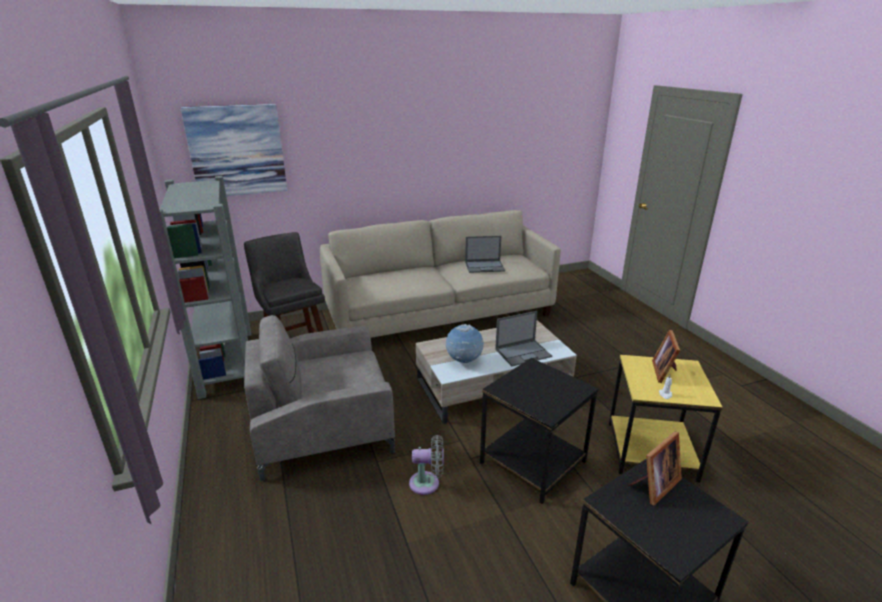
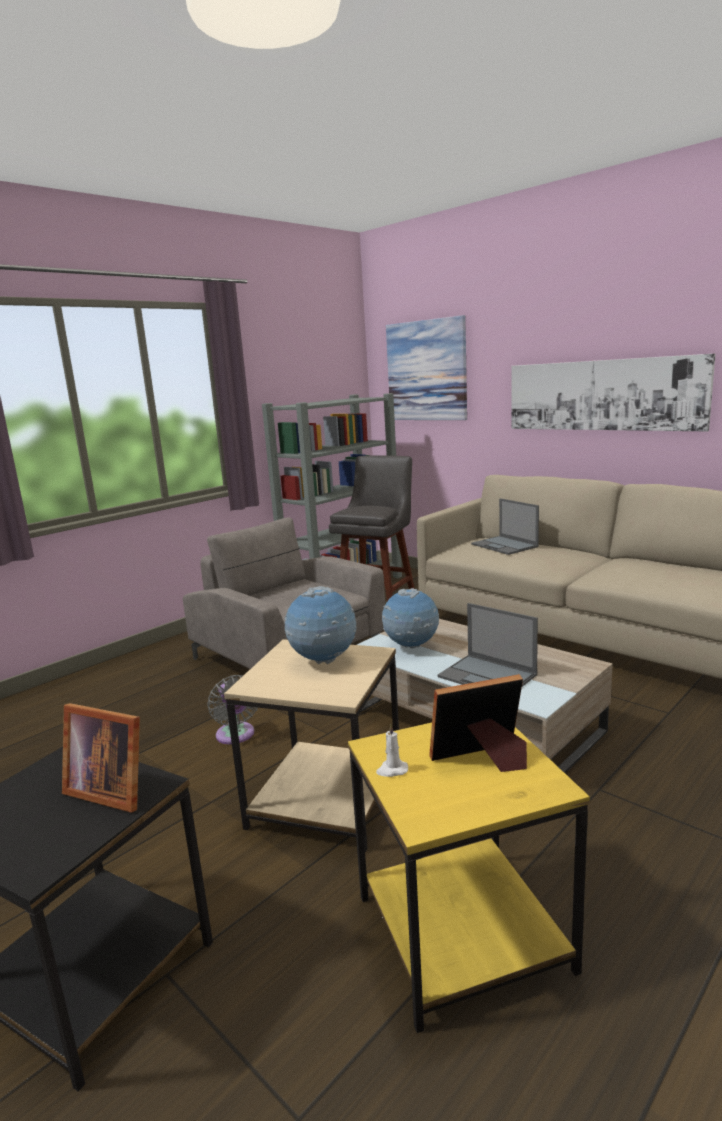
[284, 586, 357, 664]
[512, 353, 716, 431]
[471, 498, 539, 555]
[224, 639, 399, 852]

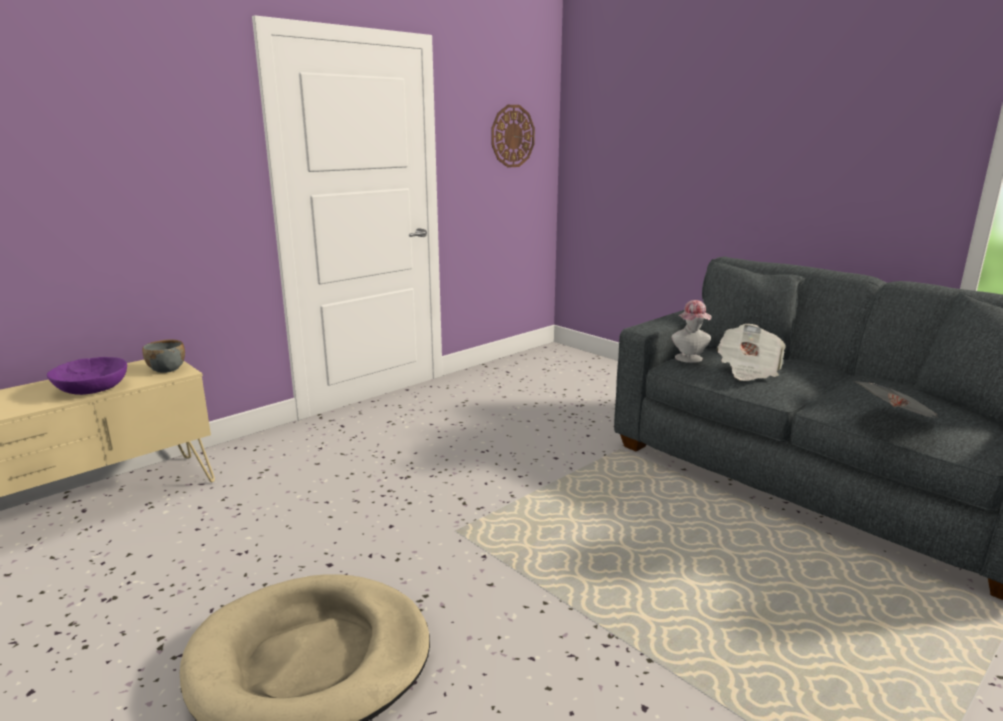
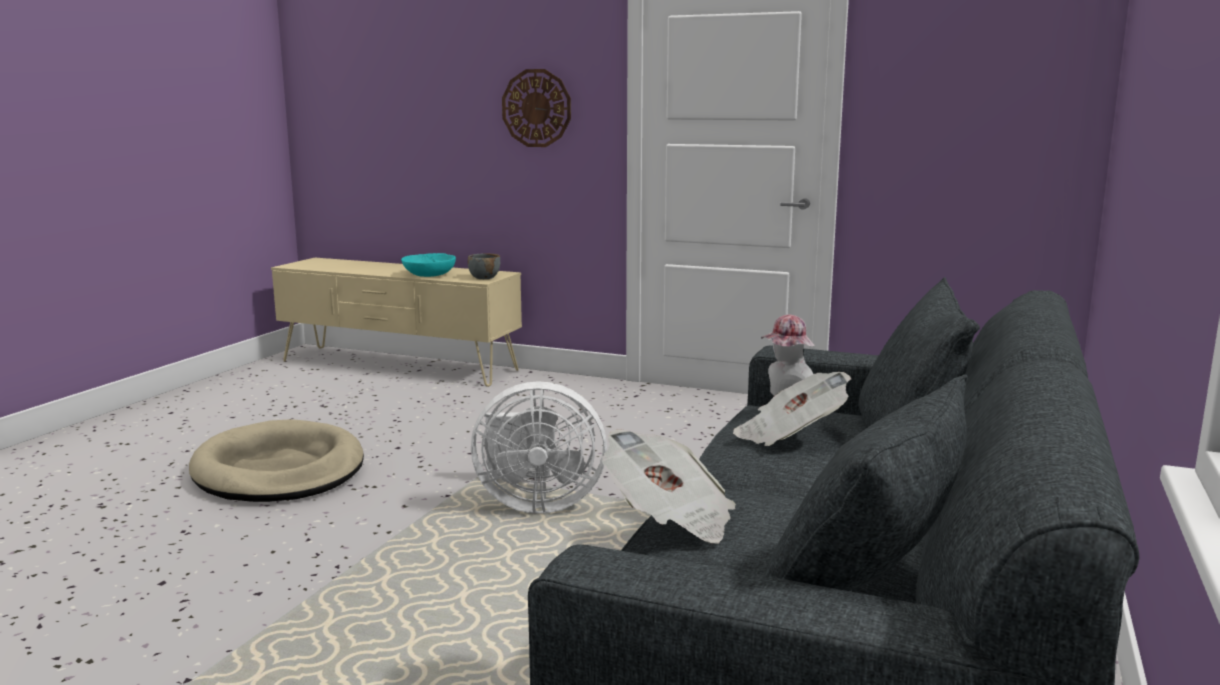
[471, 381, 607, 514]
[502, 69, 571, 147]
[401, 253, 456, 277]

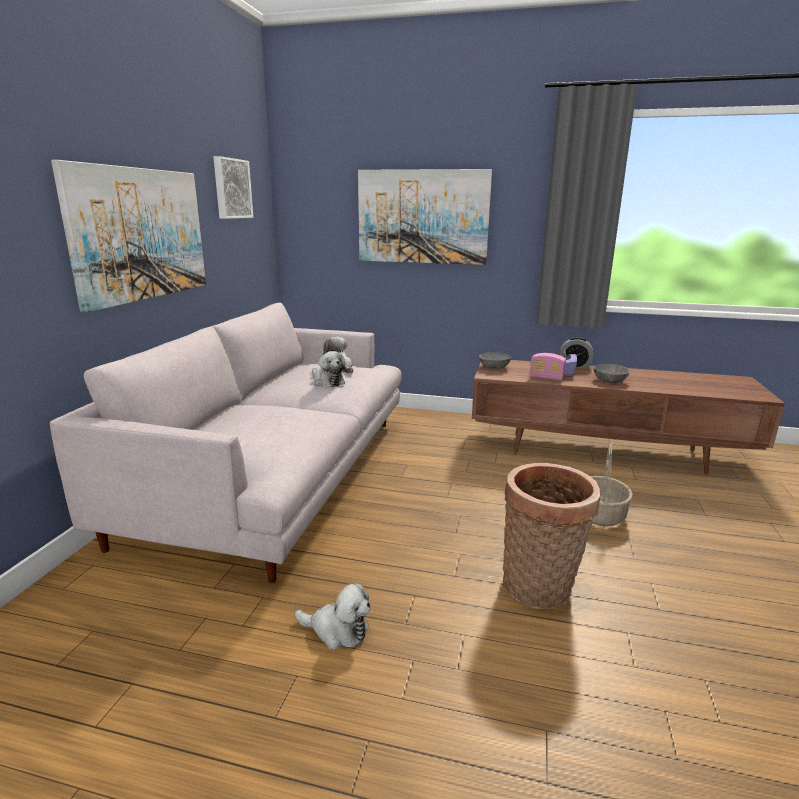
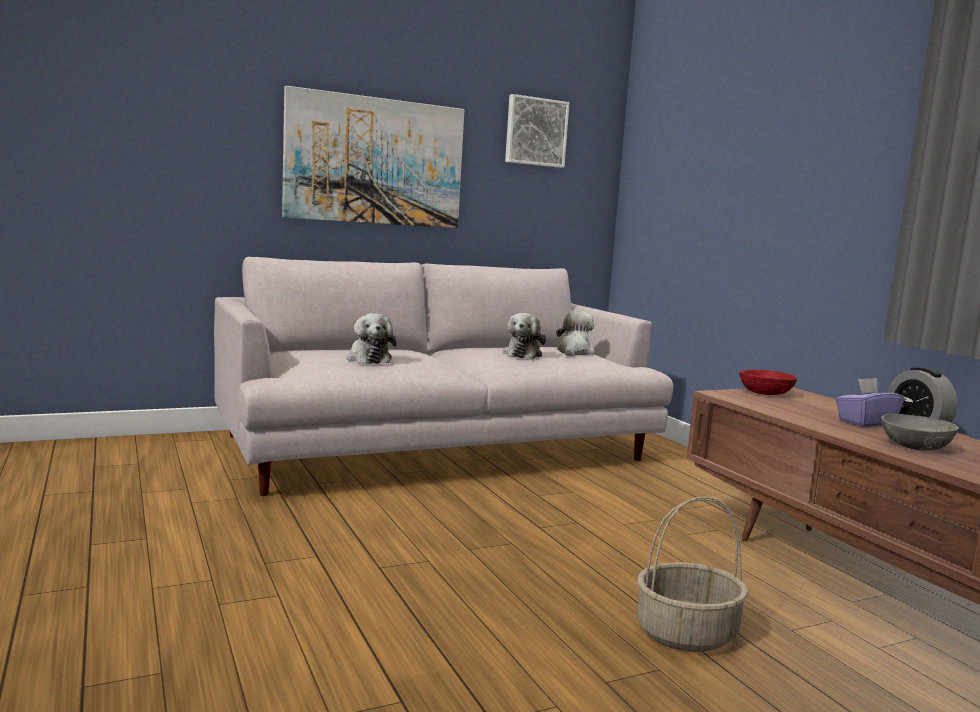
[358, 169, 492, 265] (first image)
[503, 463, 600, 609] (first image)
[530, 353, 566, 380] (first image)
[347, 313, 397, 364]
[739, 370, 797, 395]

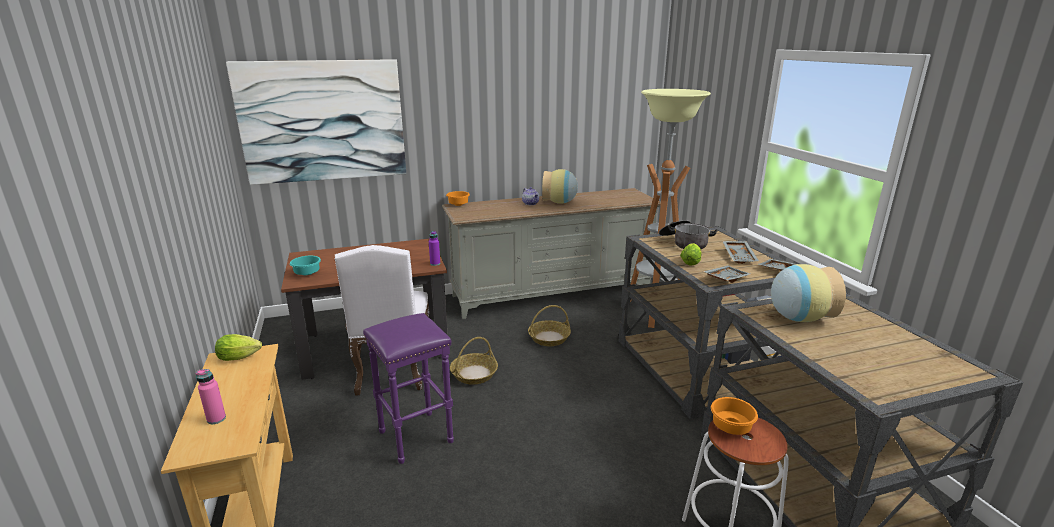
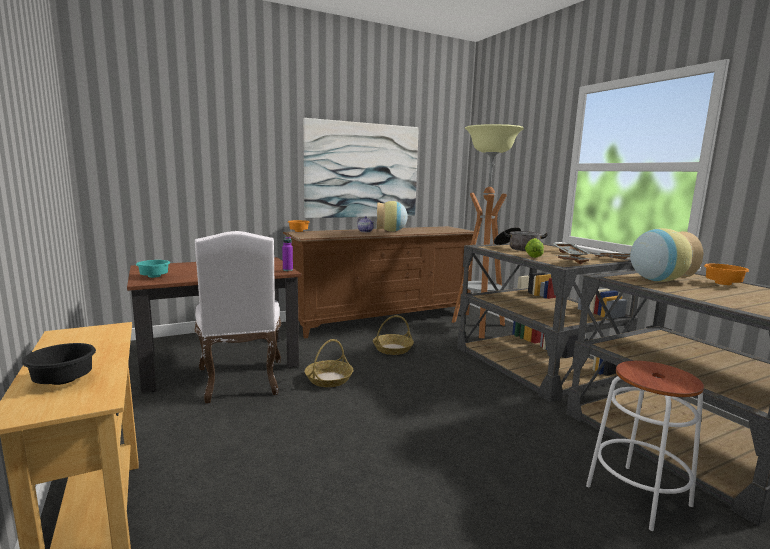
[215, 334, 262, 361] (first image)
[363, 313, 454, 464] (first image)
[303, 118, 419, 218]
[704, 264, 749, 285]
[22, 343, 96, 385]
[283, 226, 480, 338]

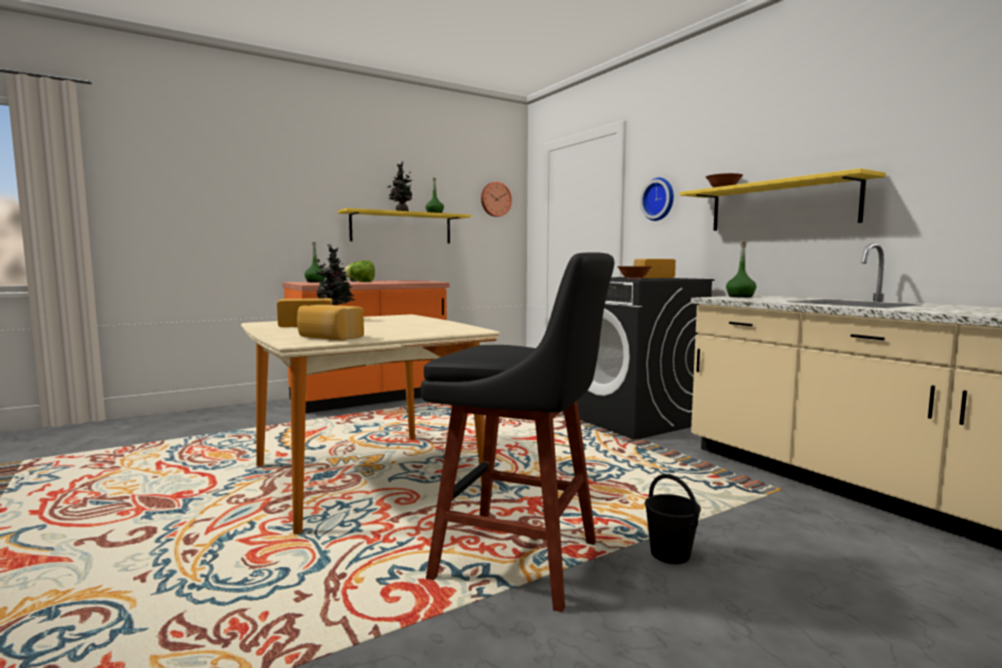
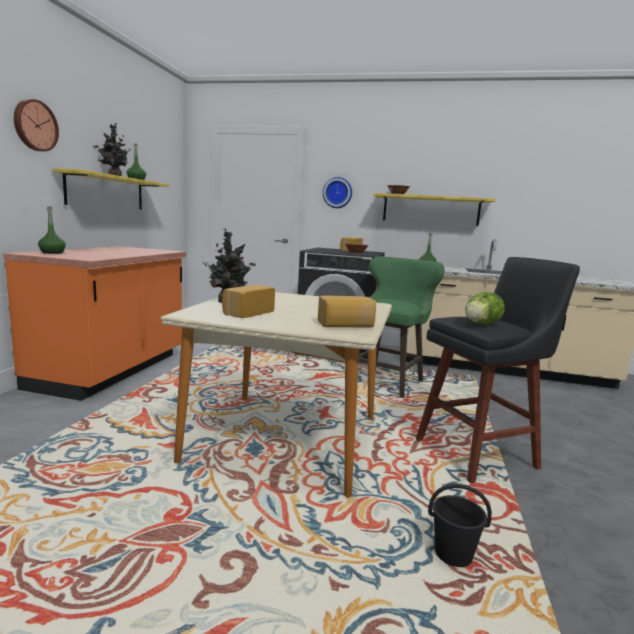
[359, 256, 445, 398]
[465, 292, 505, 325]
[14, 99, 59, 152]
[428, 484, 492, 567]

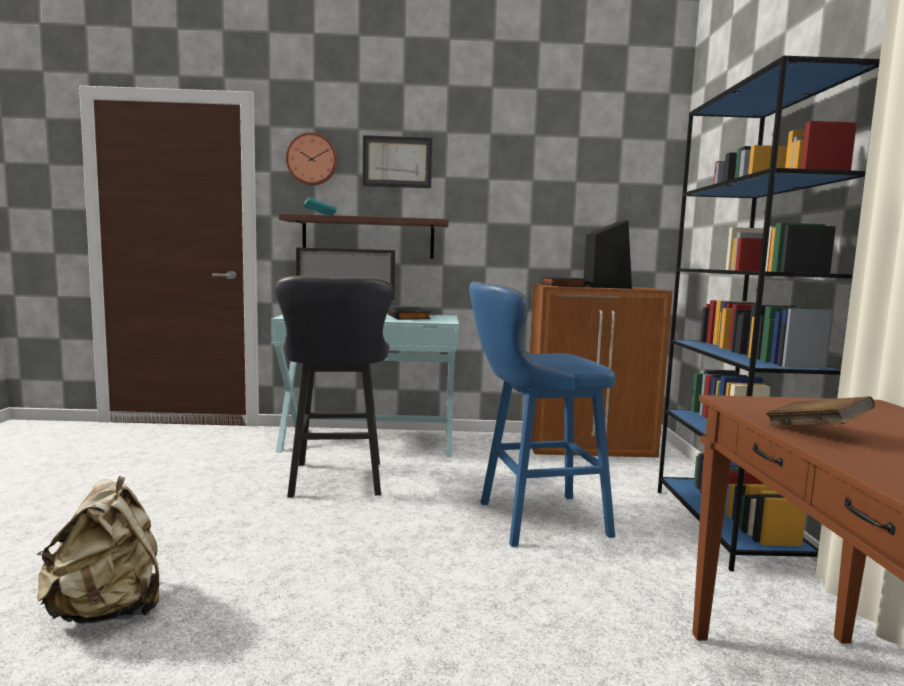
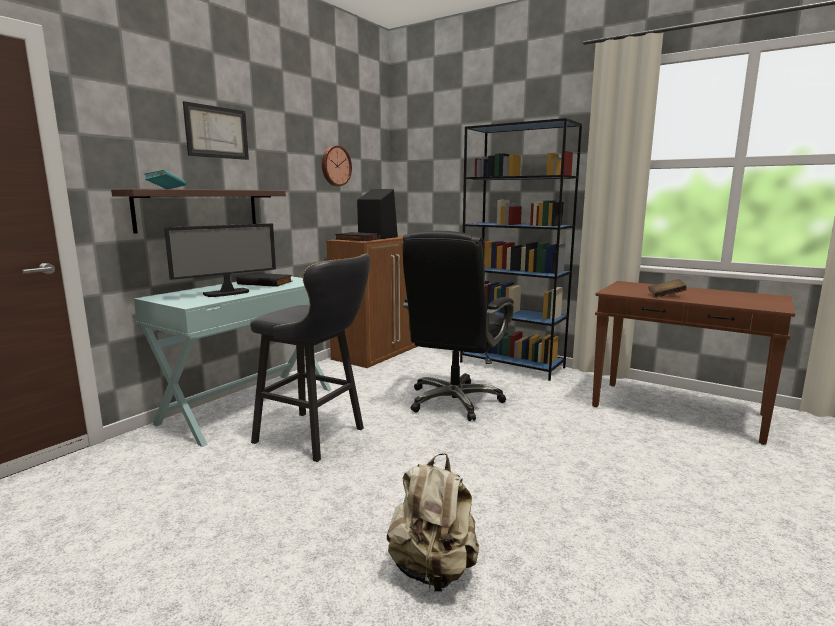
[322, 146, 352, 186]
[402, 231, 514, 421]

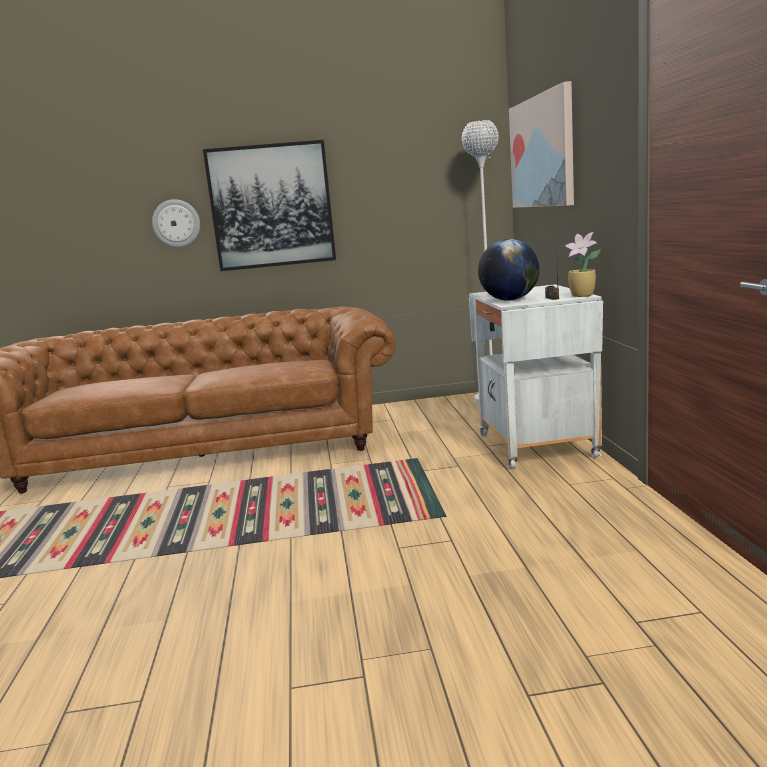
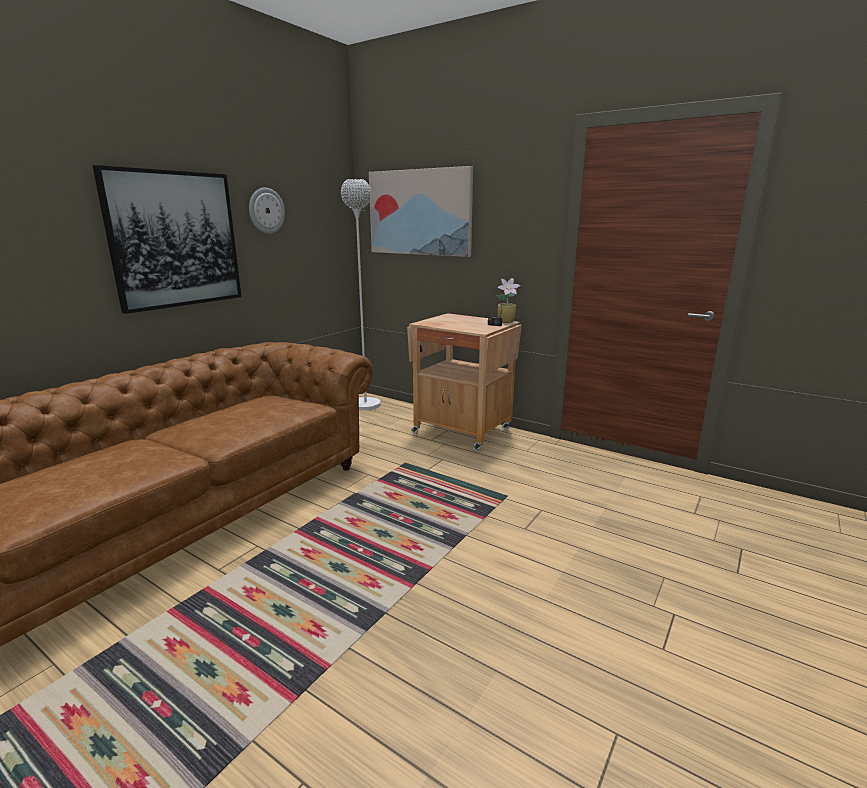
[478, 239, 540, 301] (first image)
[249, 187, 285, 234]
[407, 313, 522, 451]

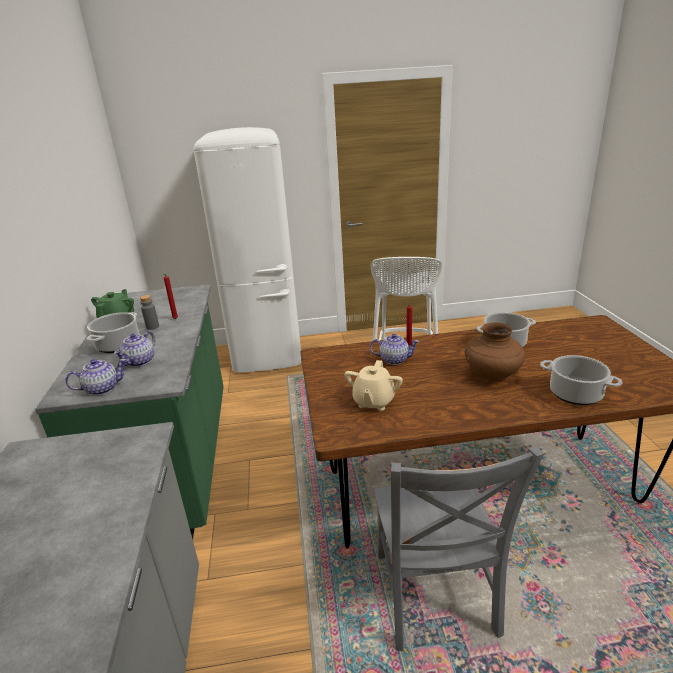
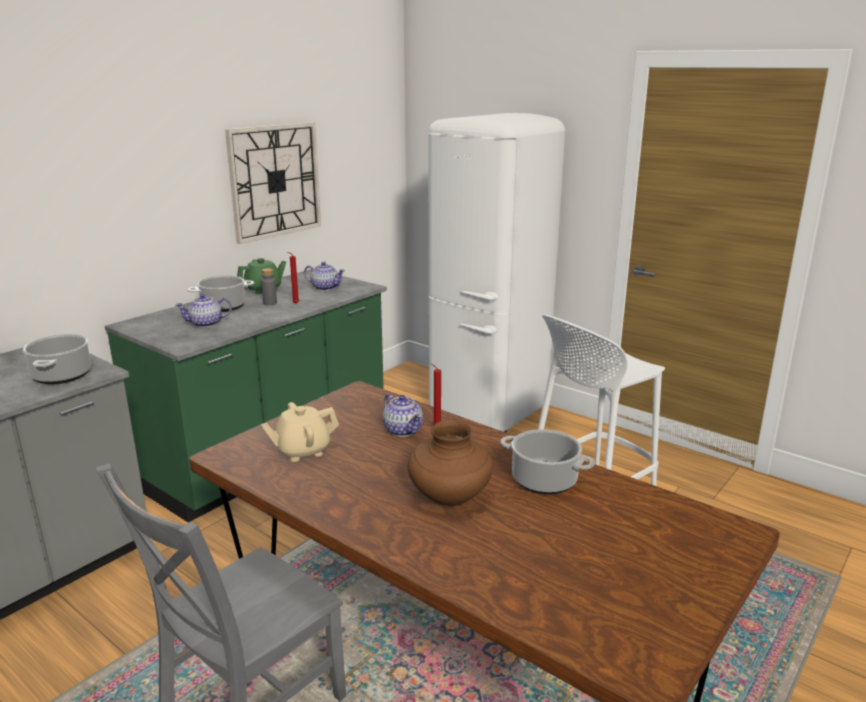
[225, 122, 321, 244]
[304, 262, 345, 291]
[23, 334, 91, 384]

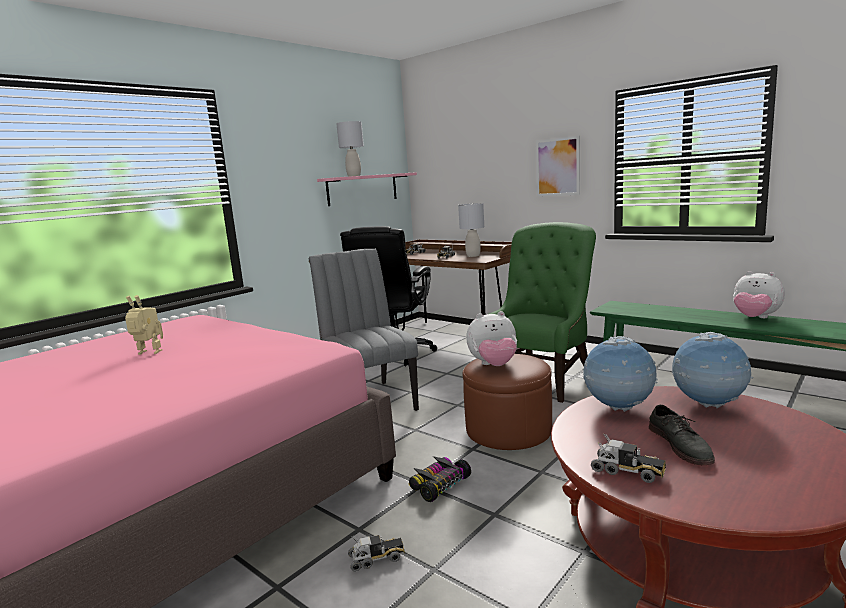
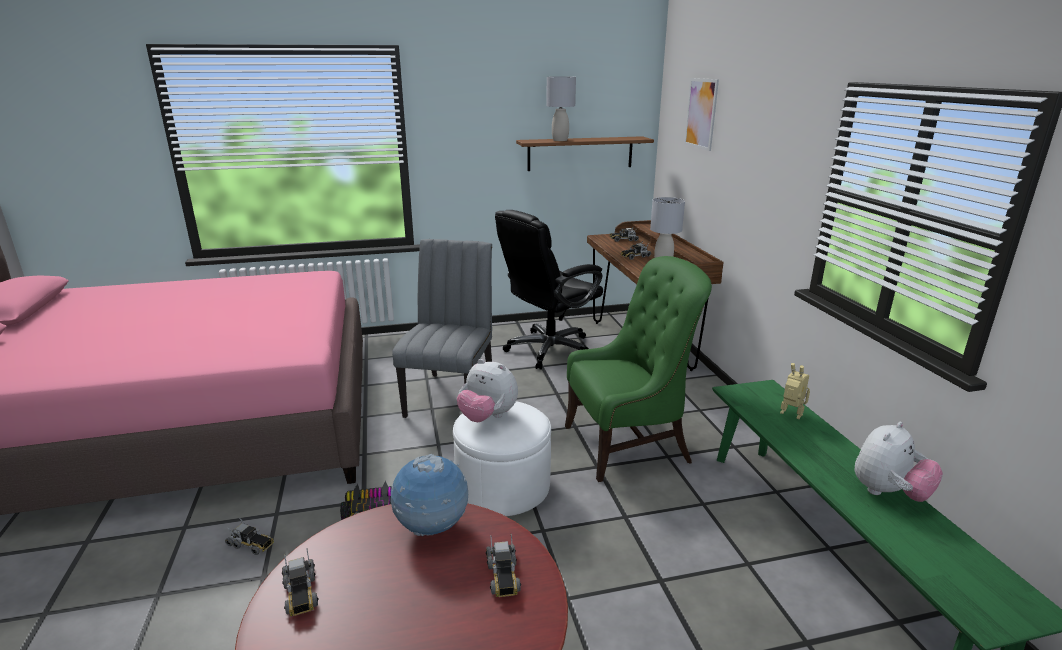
[649, 405, 715, 465] (first image)
[780, 363, 810, 419]
[684, 78, 719, 151]
[486, 533, 521, 597]
[516, 136, 654, 171]
[453, 401, 551, 516]
[855, 422, 943, 502]

